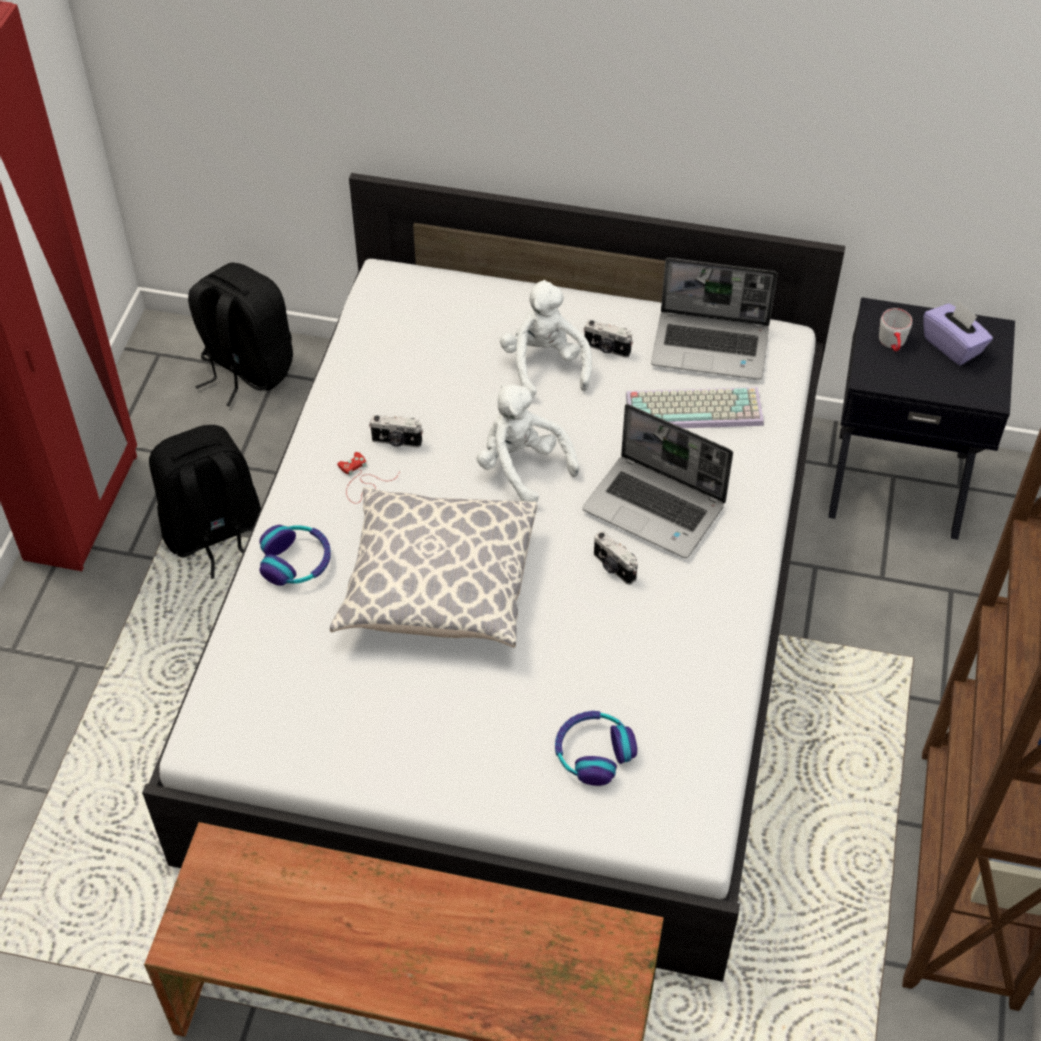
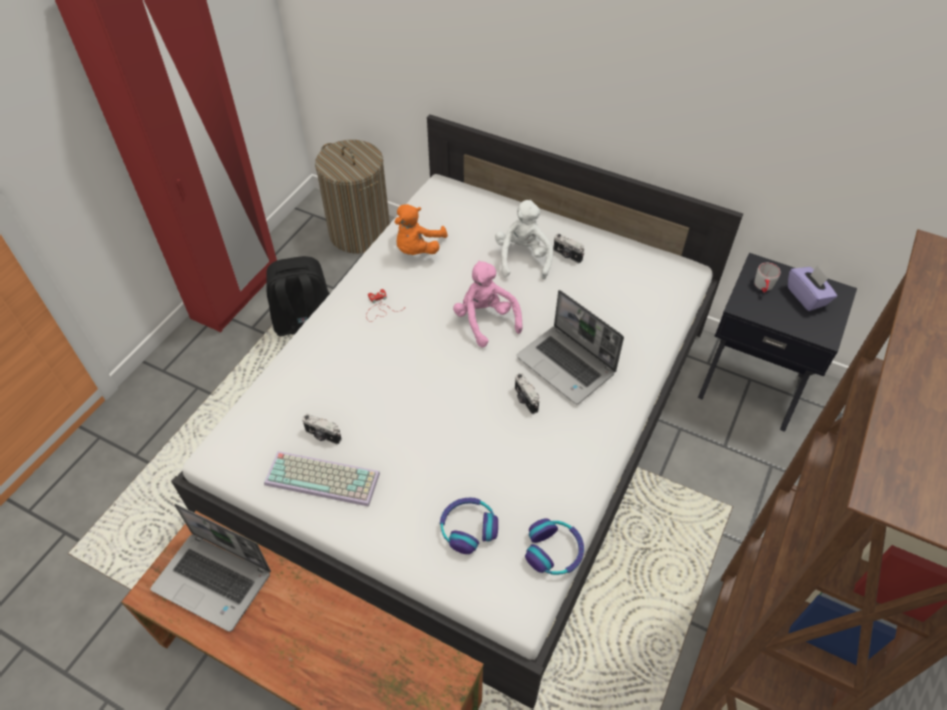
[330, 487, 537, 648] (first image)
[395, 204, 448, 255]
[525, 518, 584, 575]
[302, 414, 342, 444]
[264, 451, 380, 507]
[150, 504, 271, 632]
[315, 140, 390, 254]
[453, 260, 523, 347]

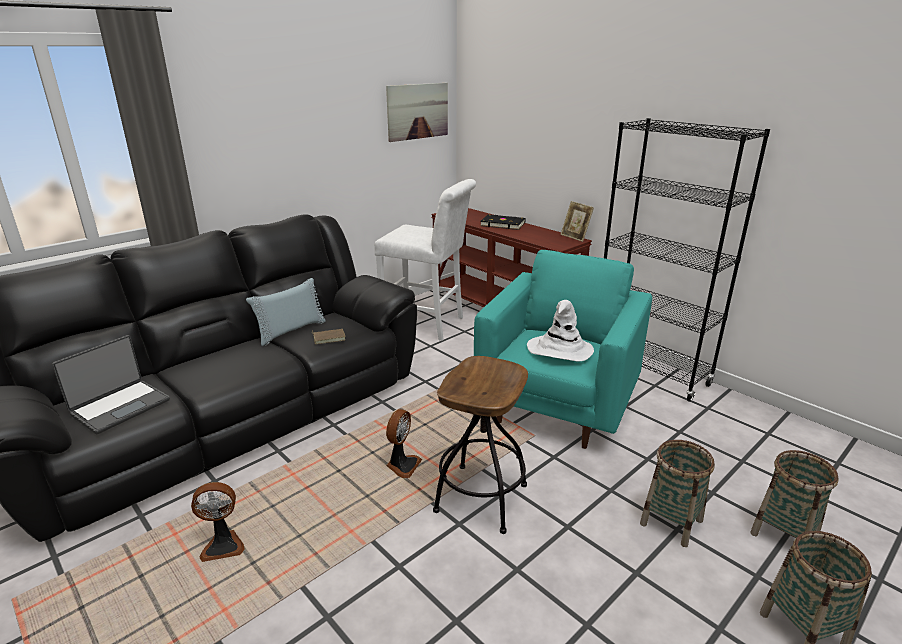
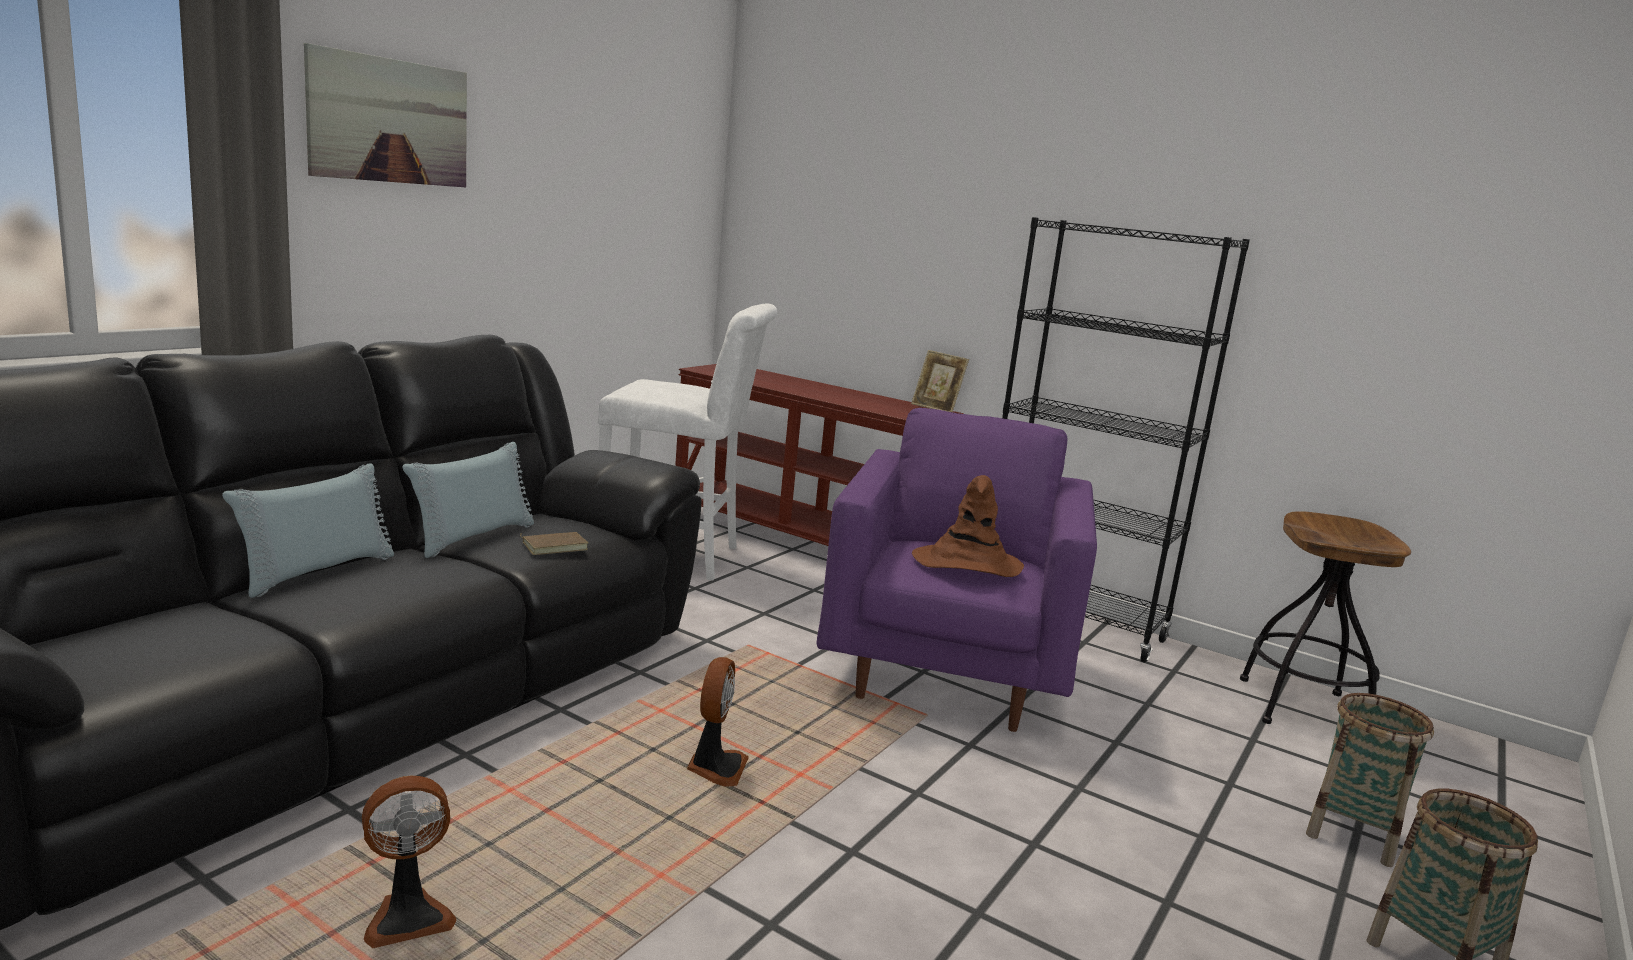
[52, 335, 170, 434] (first image)
[480, 215, 526, 230] (first image)
[640, 440, 715, 547] (first image)
[222, 463, 394, 598]
[304, 43, 467, 187]
[1240, 511, 1411, 724]
[817, 408, 1097, 732]
[912, 475, 1024, 577]

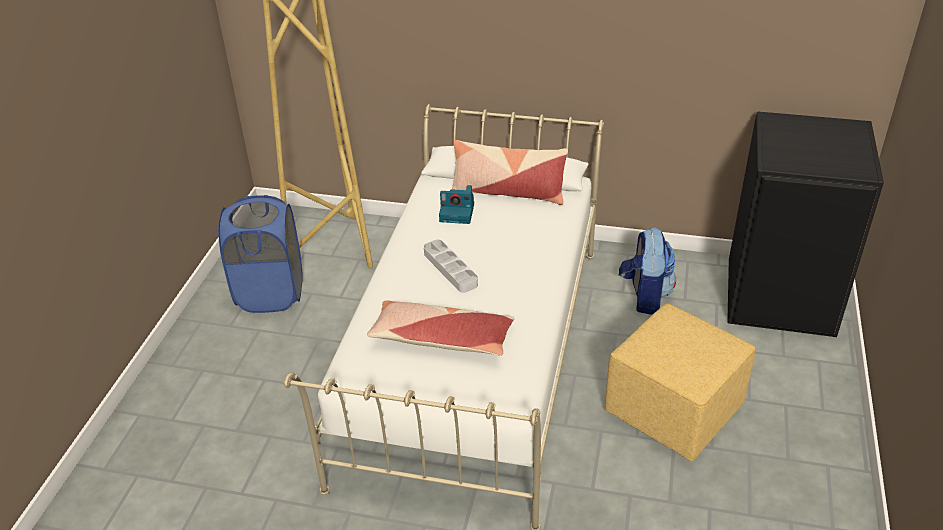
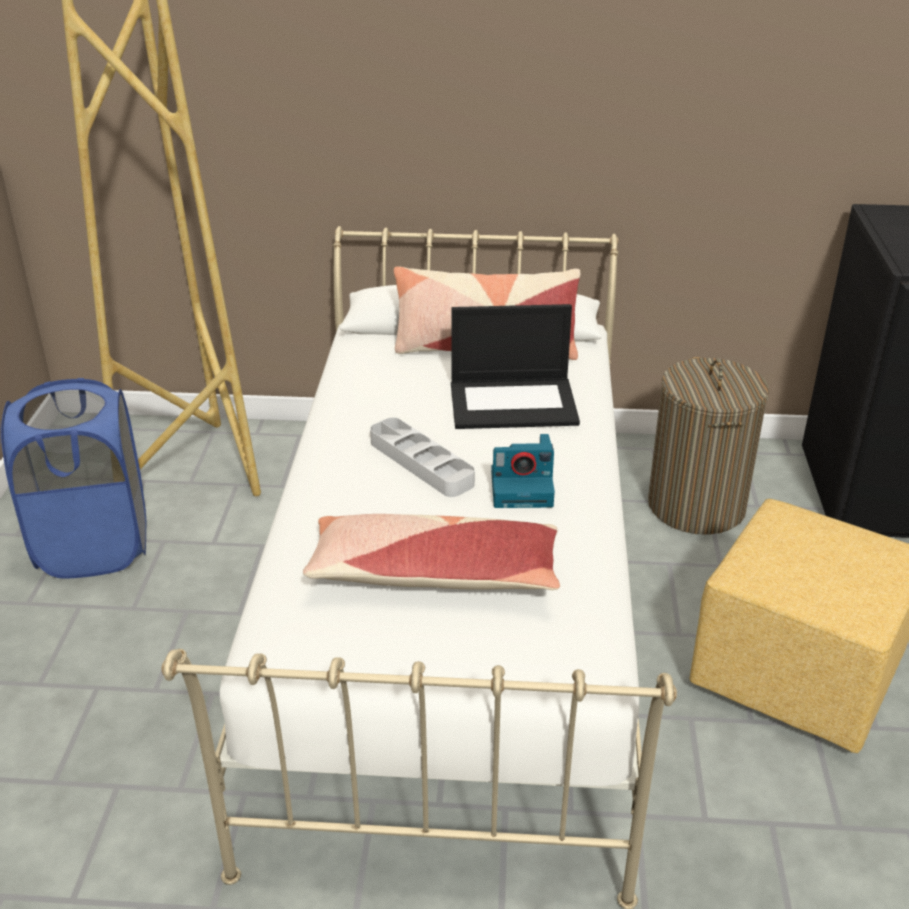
[451, 304, 580, 429]
[491, 434, 555, 508]
[648, 357, 769, 535]

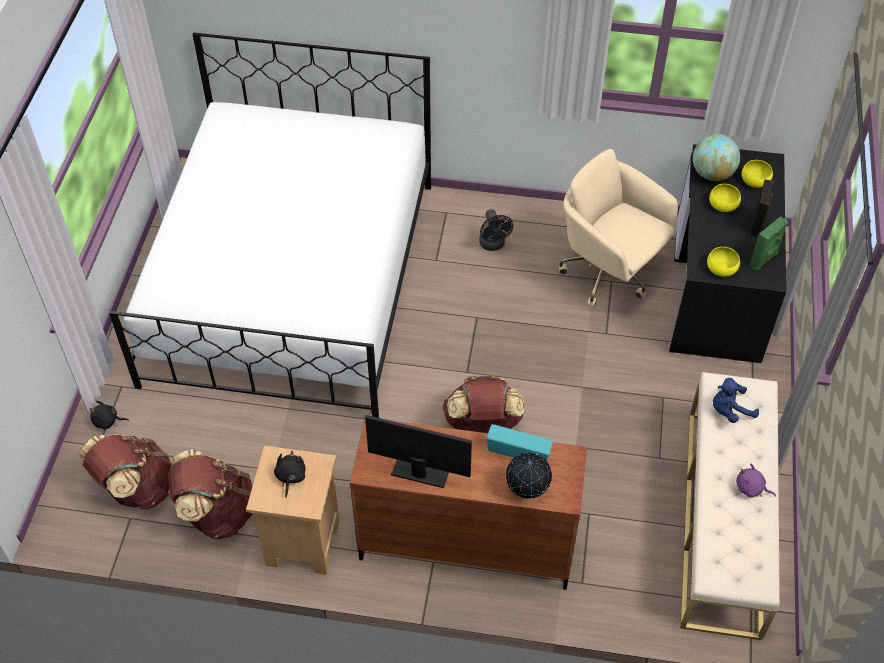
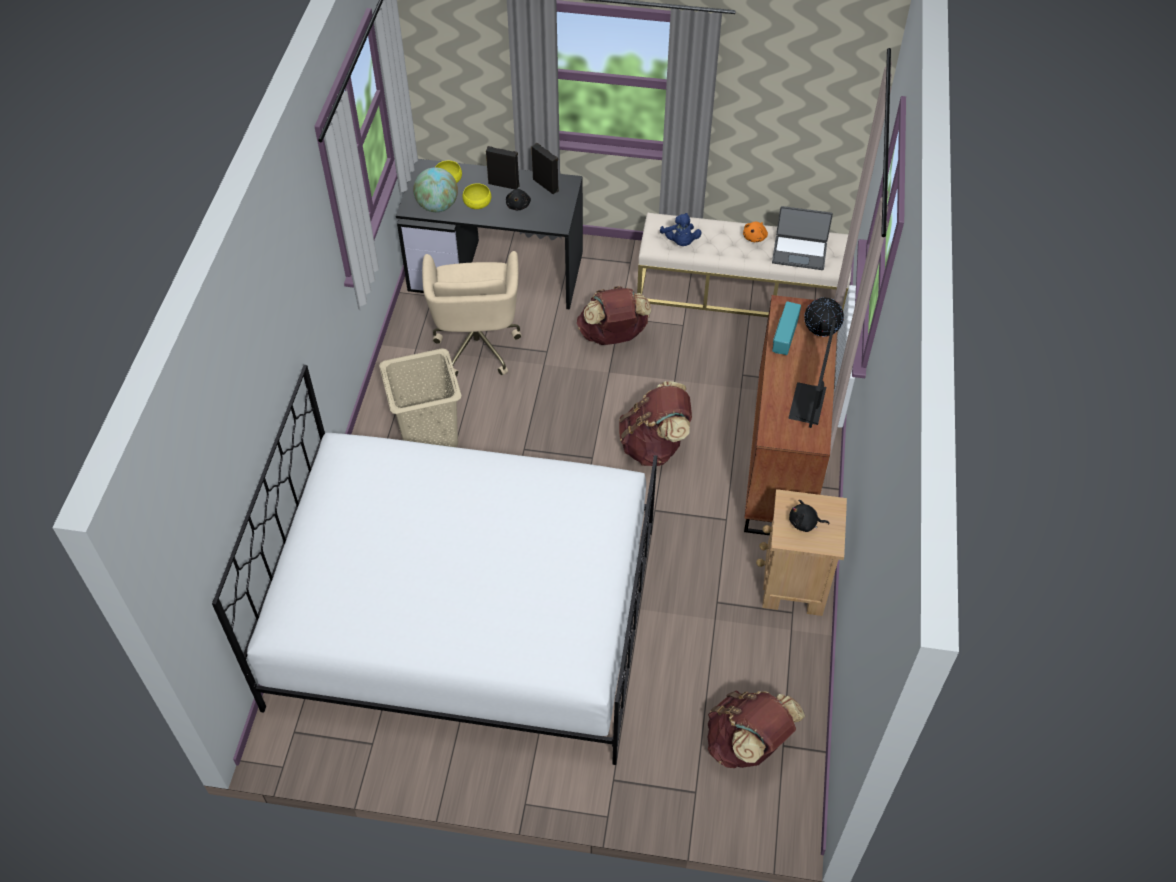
[707, 247, 740, 277] (first image)
[772, 206, 833, 270]
[506, 189, 531, 210]
[577, 286, 651, 345]
[379, 348, 462, 447]
[743, 222, 768, 242]
[531, 143, 559, 194]
[422, 251, 521, 377]

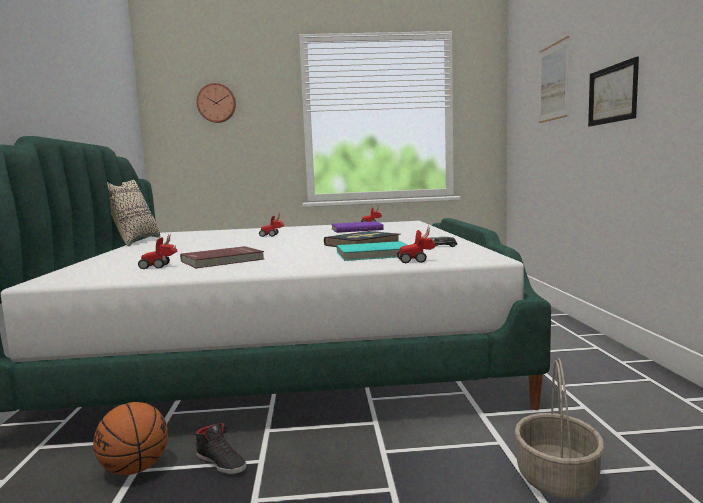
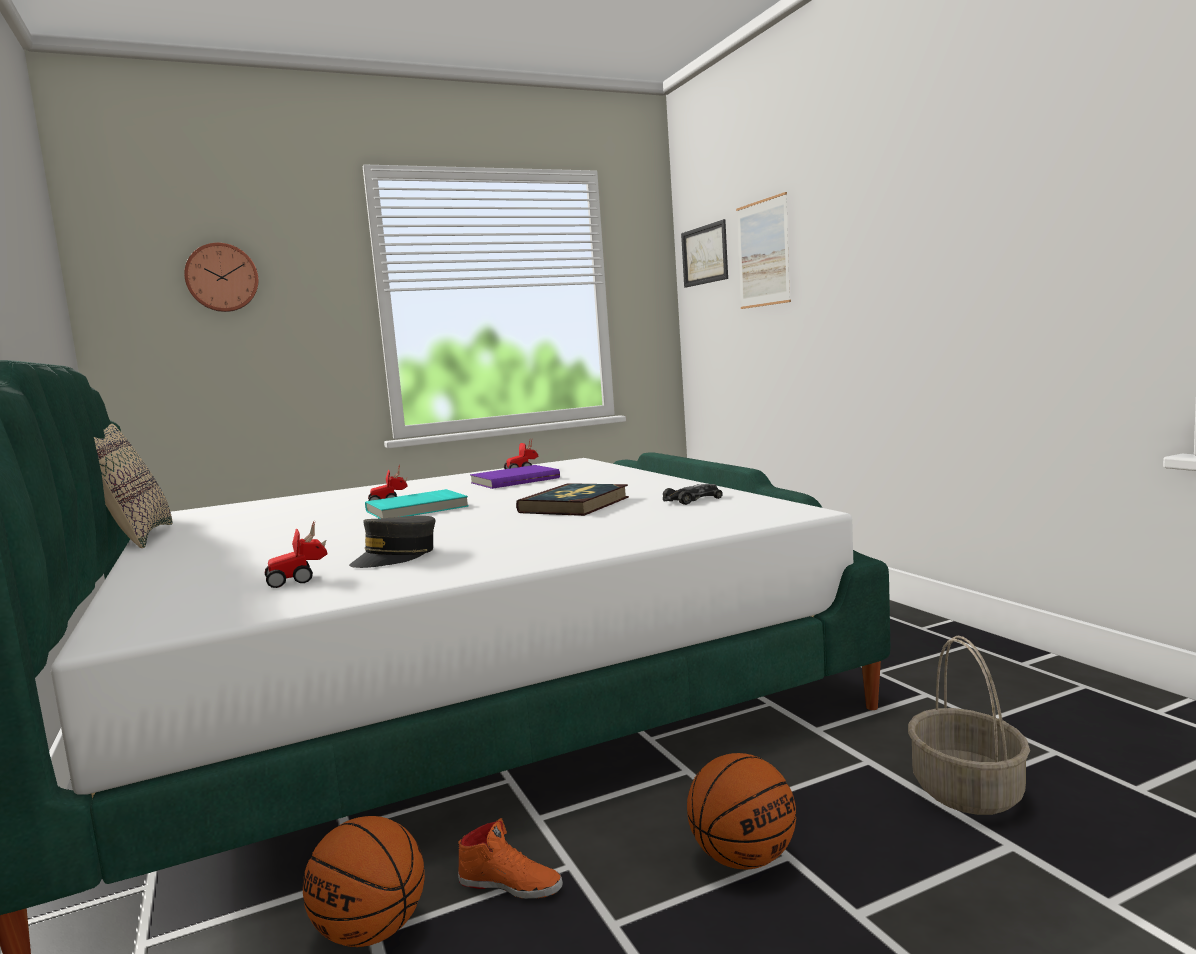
[397, 226, 436, 263] (first image)
[687, 753, 796, 870]
[365, 489, 469, 519]
[681, 219, 728, 288]
[349, 516, 436, 568]
[458, 818, 563, 899]

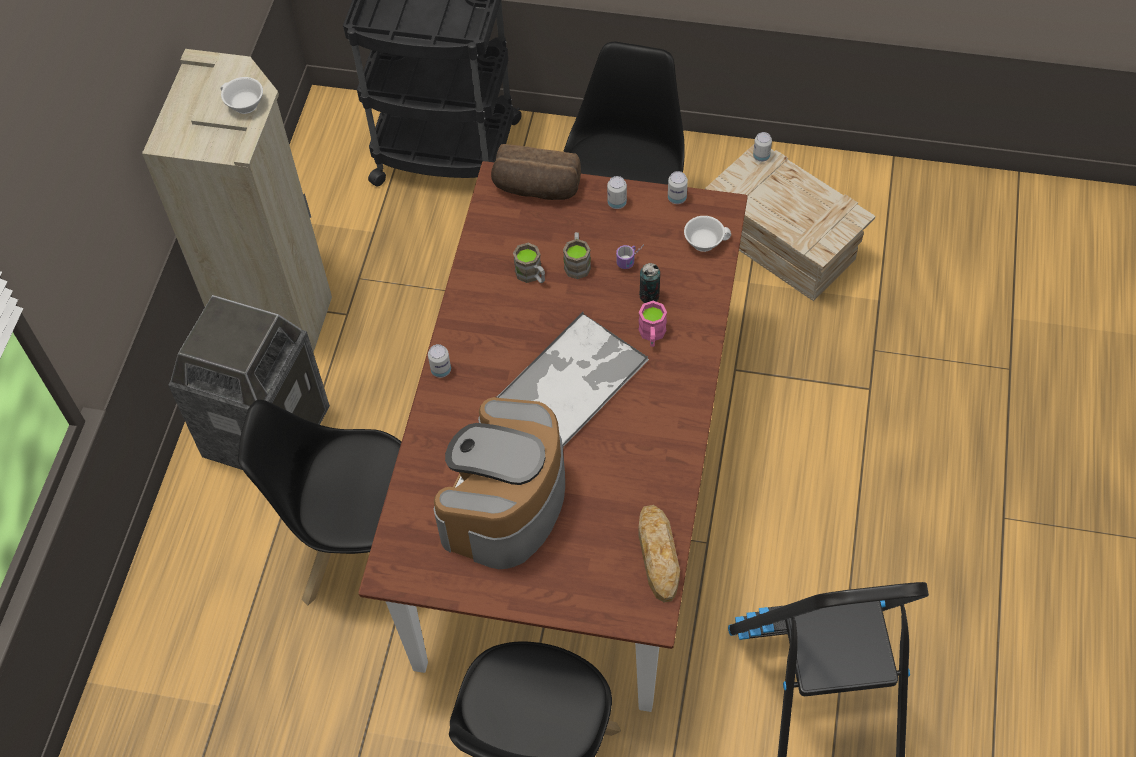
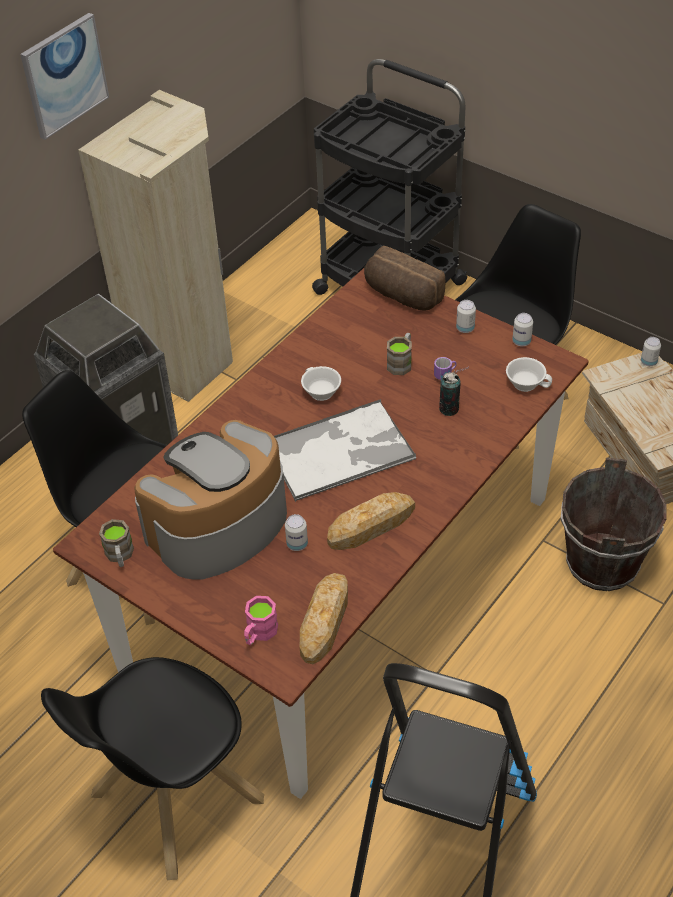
[20, 13, 109, 140]
[327, 492, 415, 550]
[561, 458, 667, 591]
[301, 366, 341, 401]
[285, 514, 308, 551]
[99, 519, 134, 567]
[244, 596, 278, 645]

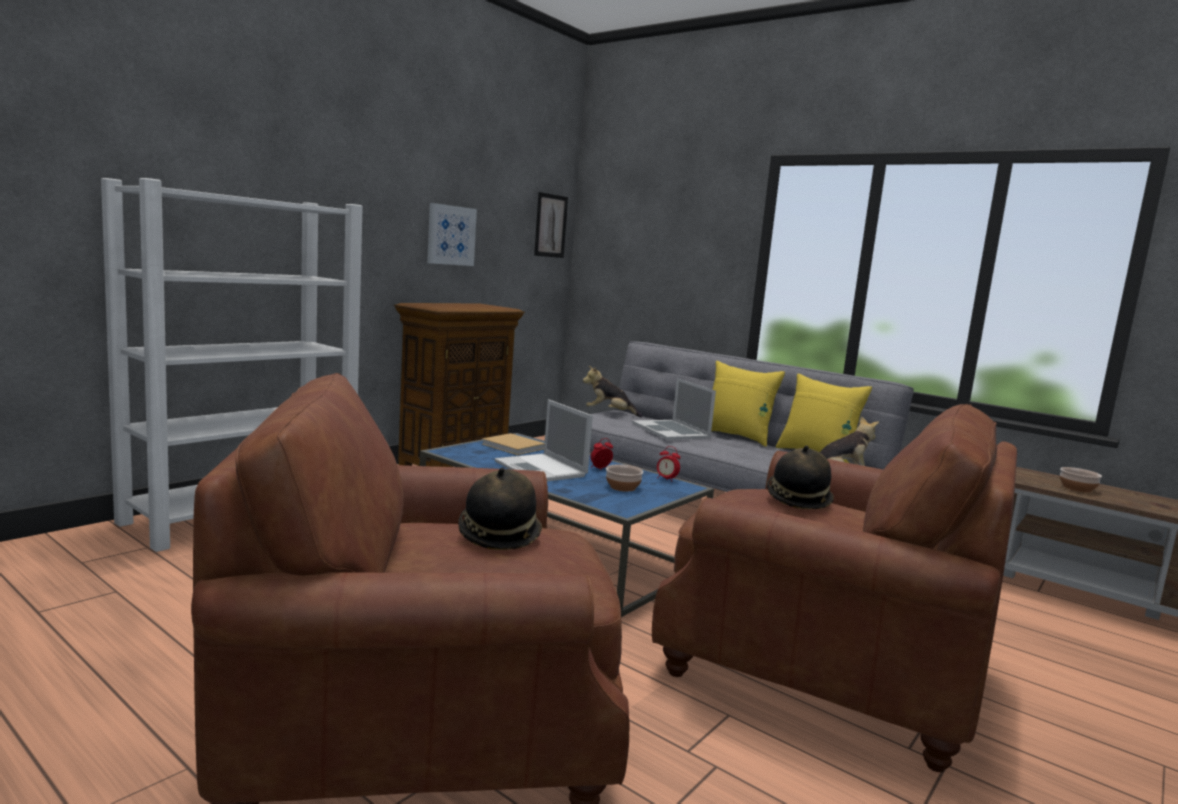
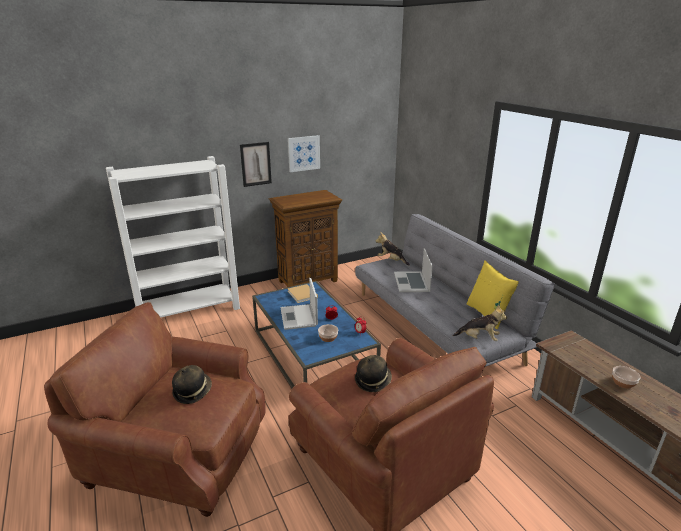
[711, 361, 785, 447] (first image)
[240, 142, 272, 187]

